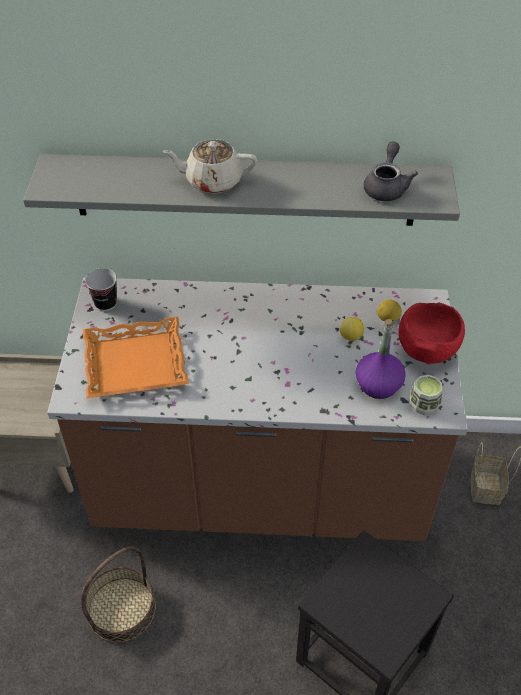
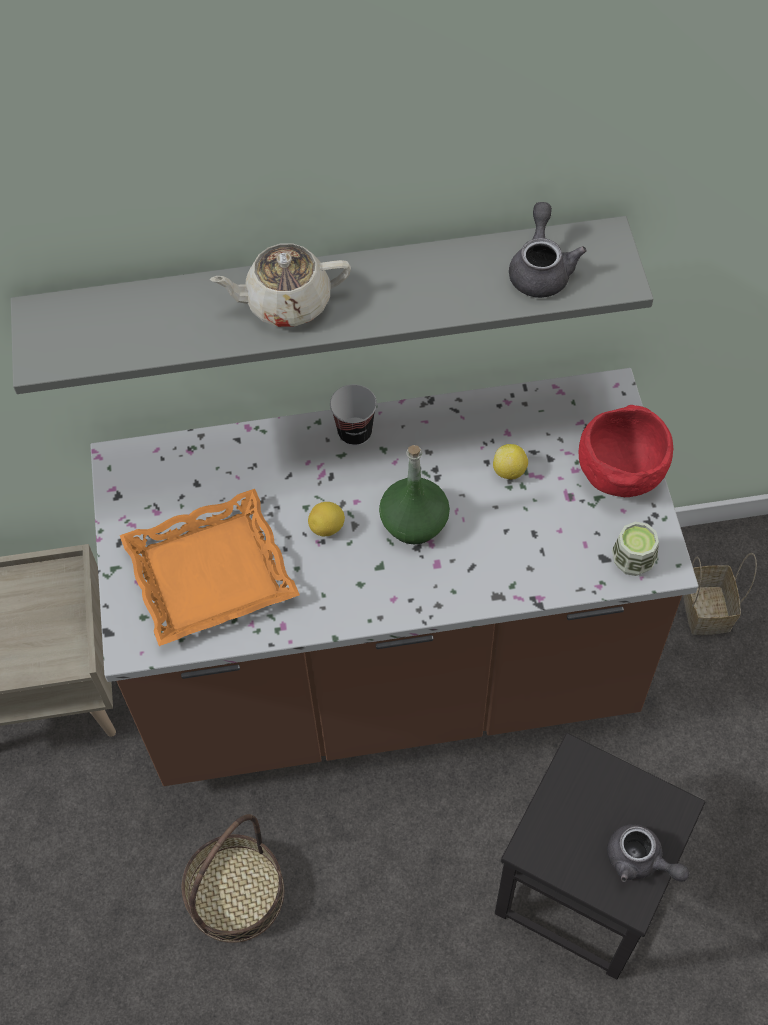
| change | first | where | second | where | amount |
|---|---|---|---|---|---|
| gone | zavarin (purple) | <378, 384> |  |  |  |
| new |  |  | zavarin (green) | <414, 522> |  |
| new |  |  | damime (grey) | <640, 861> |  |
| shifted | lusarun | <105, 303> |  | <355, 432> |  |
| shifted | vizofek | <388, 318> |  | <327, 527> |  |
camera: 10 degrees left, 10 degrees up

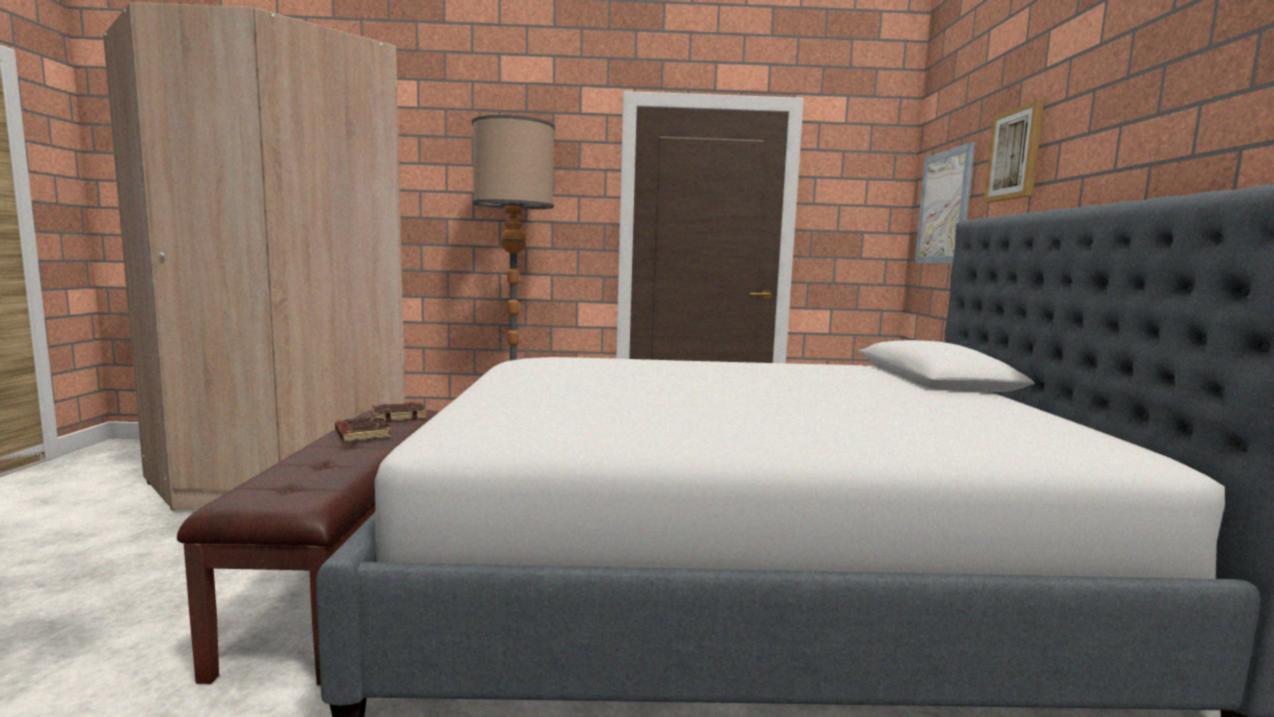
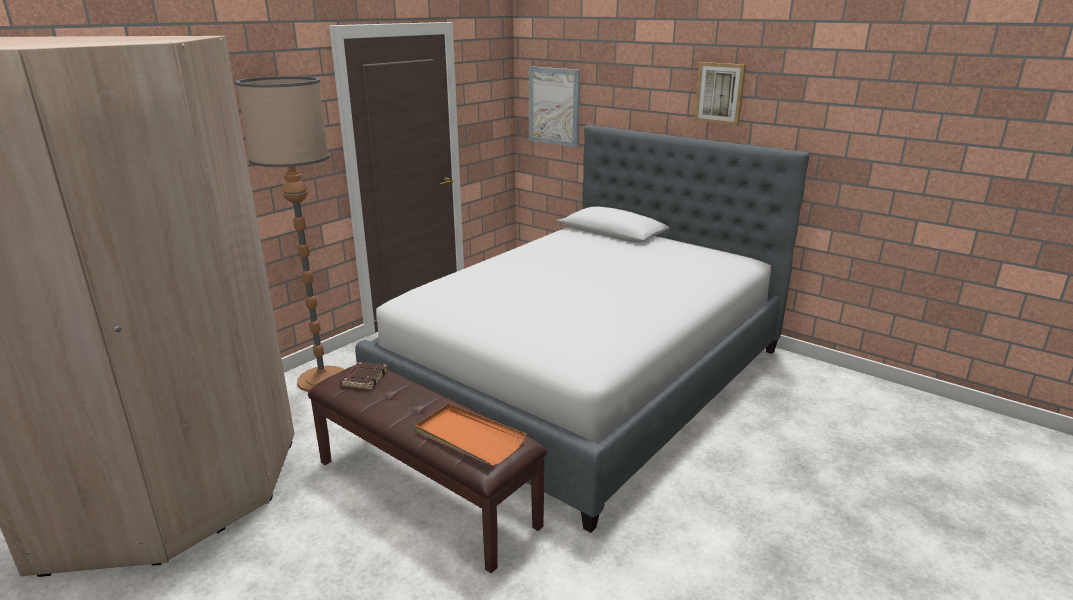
| change | first | where | second | where | amount |
|---|---|---|---|---|---|
| gone | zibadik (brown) | <361, 434> |  |  |  |
| new |  |  | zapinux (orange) | <469, 437> |  |
| shifted | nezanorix | <1015, 154> |  | <720, 93> |  |
camera: 50 degrees left, 15 degrees up

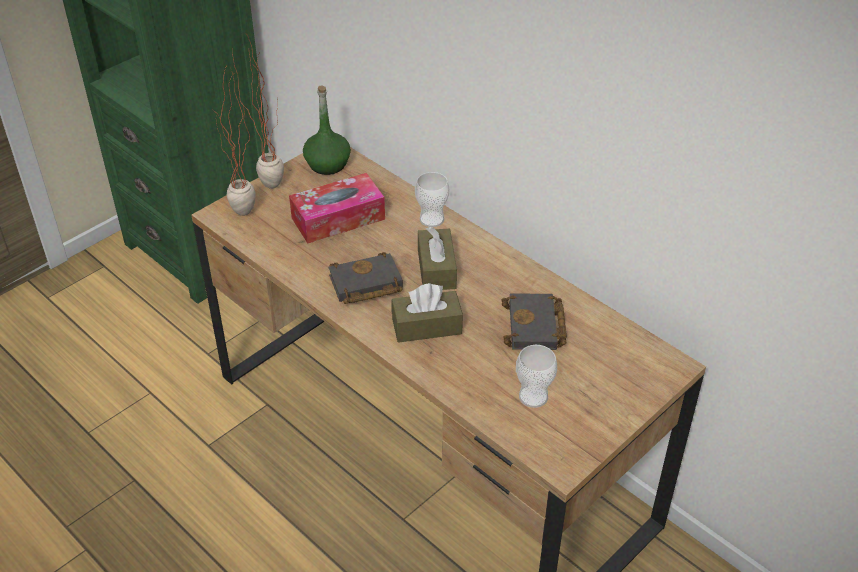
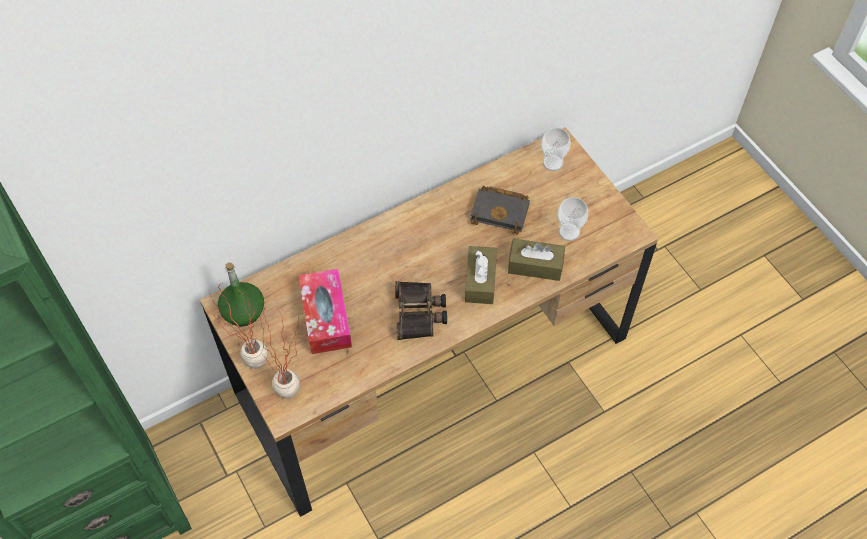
| change | first | where | second | where | amount |
|---|---|---|---|---|---|
| shifted | lusarun | <431, 219> |  | <552, 163> |  |
| shifted | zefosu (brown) | <436, 269> |  | <535, 265> |  |
| swapped | zibadik (black) | <364, 285> | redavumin | <419, 313> |  |
camera: 75 degrees left, 15 degrees up

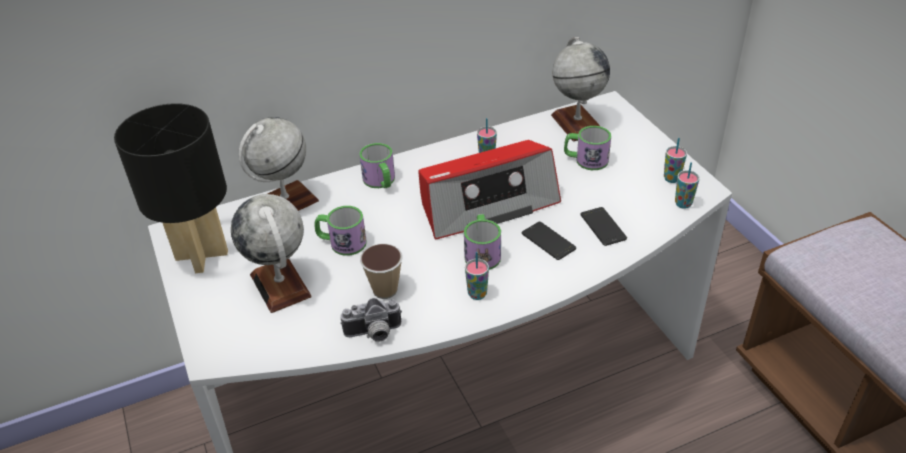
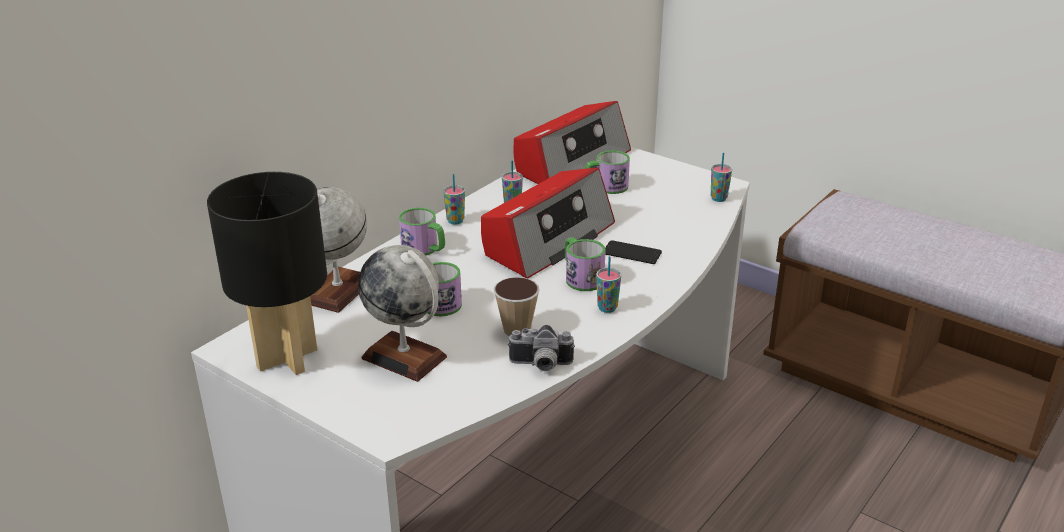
| change | first | where | second | where | amount |
|---|---|---|---|---|---|
| gone | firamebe | <603, 227> |  |  |  |
| shifted | lusarun | <671, 179> |  | <455, 221> |  |
| swapped | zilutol | <577, 124> | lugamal | <571, 163> |  |
| rotated | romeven | <374, 334> |  | <540, 365> | 45 degrees clockwise |
camera: 30 degrees left, 10 degrees down

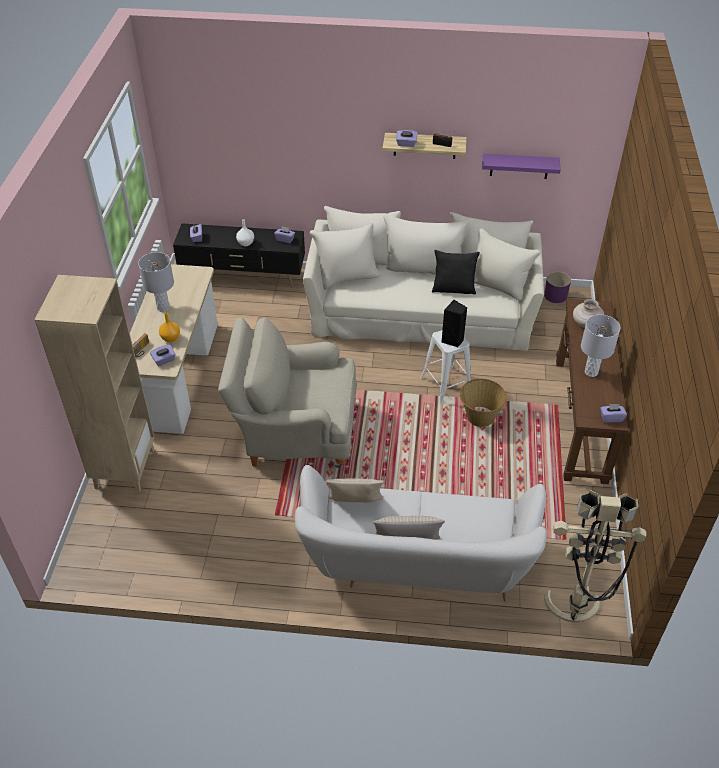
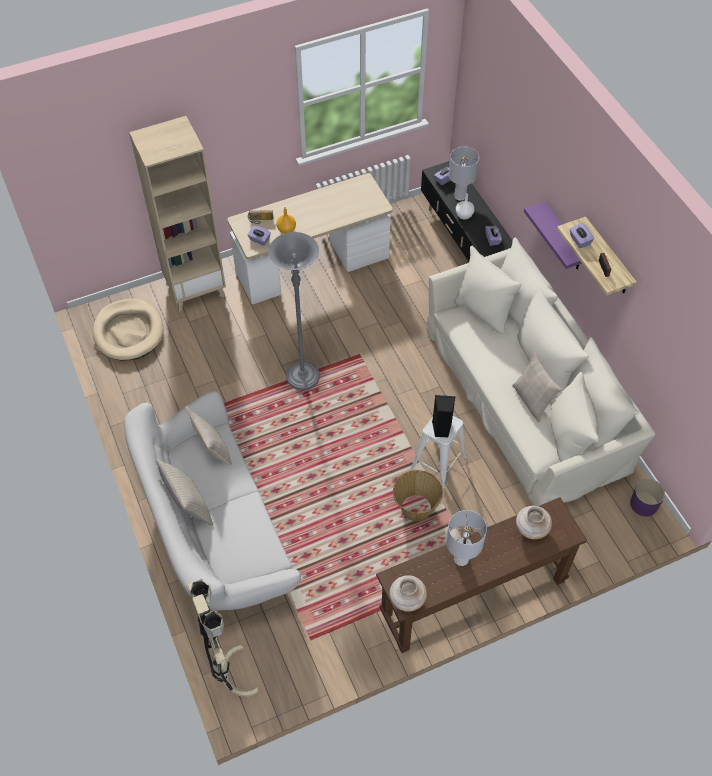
| change | first | where | second | where | amount |
|---|---|---|---|---|---|
| new |  |  | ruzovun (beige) | <128, 332> |  |
| shifted | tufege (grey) | <163, 308> |  | <459, 196> |  |
| shifted | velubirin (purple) | <519, 166> |  | <564, 238> |  |
| swapped | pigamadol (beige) | <294, 432> | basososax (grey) | <303, 377> |  |
| swapped | zefosu (purple) | <611, 418> | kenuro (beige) | <407, 599> |  |
| repainted | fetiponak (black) | <453, 288> | fetiponak (beige) | <532, 401> |  |
camera: 60 degrees right, 10 degrees up

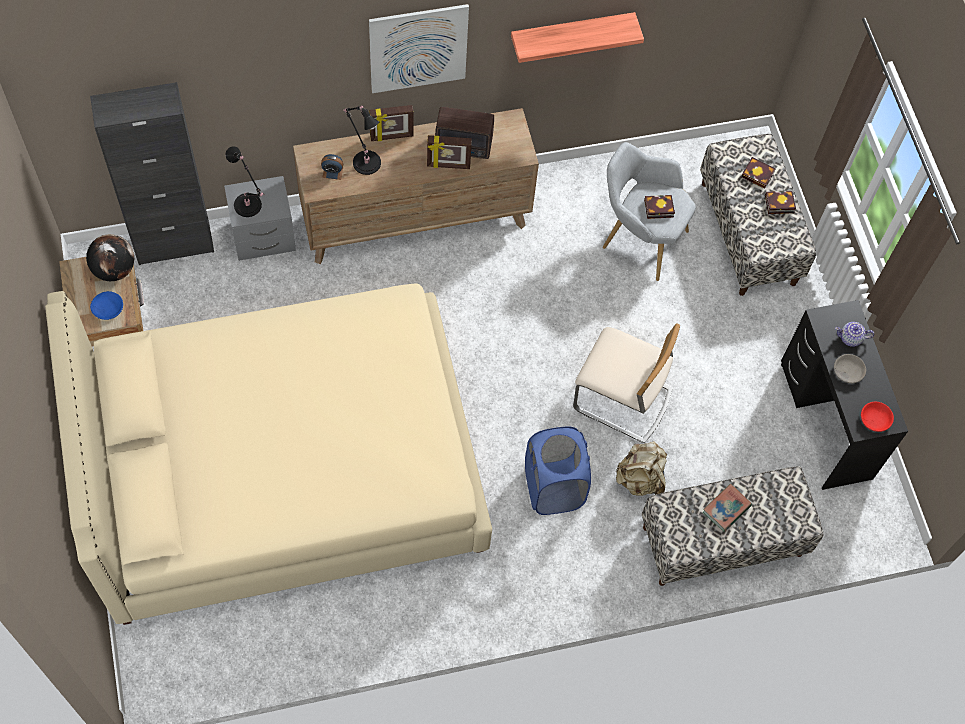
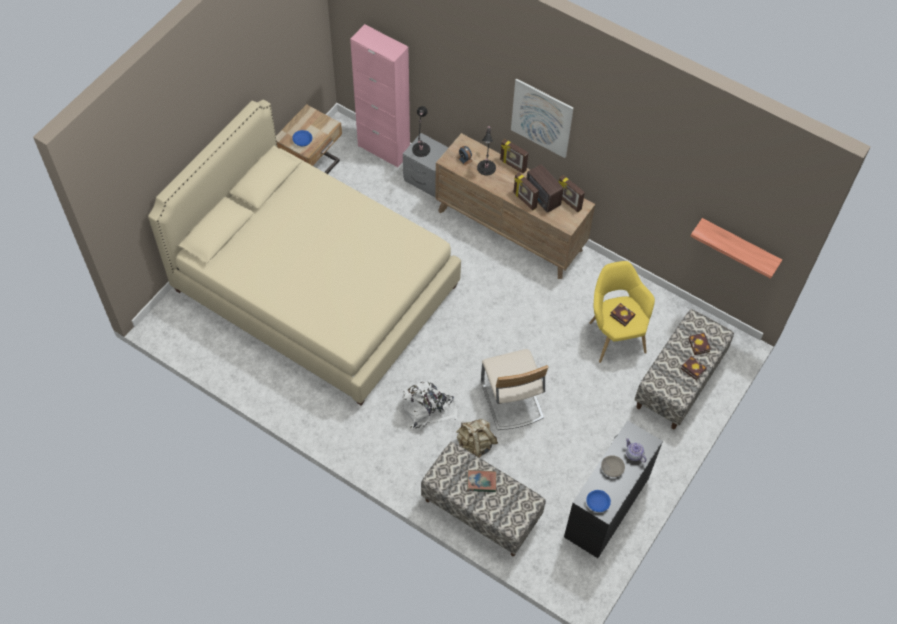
| change | first | where | second | where | amount |
|---|---|---|---|---|---|
| gone | zilutol | <114, 269> |  |  |  |
| new |  |  | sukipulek | <568, 203> |  |
| shifted | velubirin | <571, 33> |  | <739, 246> |  |
| swapped | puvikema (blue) | <553, 488> | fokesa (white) | <428, 409> |  |
| repainted | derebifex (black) | <174, 244> | derebifex (pink) | <384, 149> |  |
| repainted | pigamadol (grey) | <639, 238> | pigamadol (yellow) | <614, 334> |  |
| repainted | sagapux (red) | <874, 419> | sagapux (blue) | <597, 502> |  |
camera: 50 degrees right, 5 degrees down

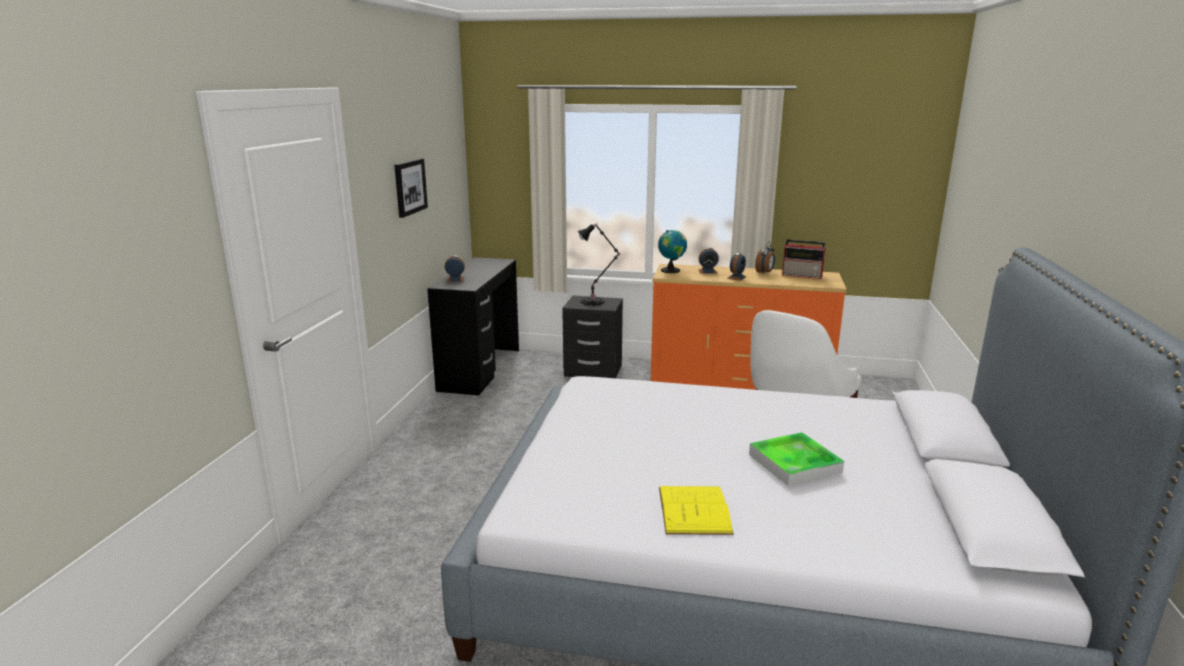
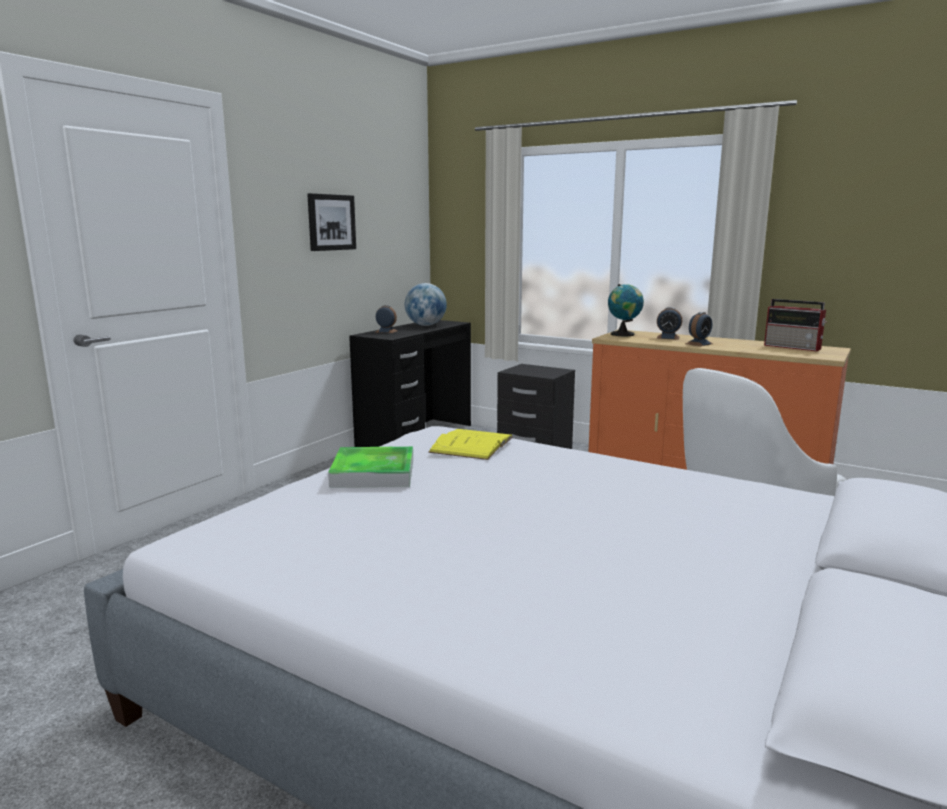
| change | first | where | second | where | amount |
|---|---|---|---|---|---|
| gone | tufege (black) | <595, 301> |  |  |  |
| gone | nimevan | <764, 273> |  |  |  |
| new |  |  | zilutol | <425, 325> |  |
| shifted | zibadik (yellow) | <694, 510> |  | <472, 444> |  |
| shifted | zapinux | <794, 463> |  | <373, 473> |  |
camera: 20 degrees right, 5 degrees down

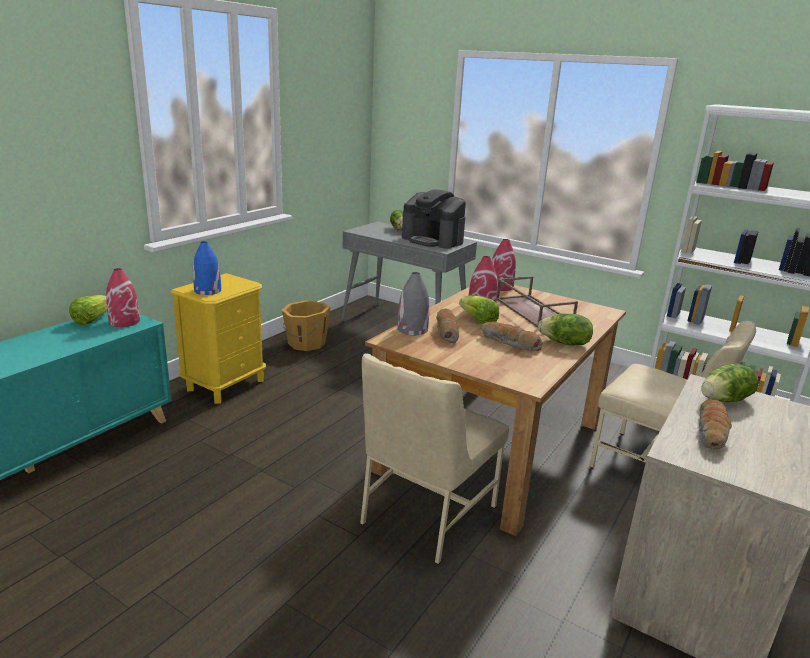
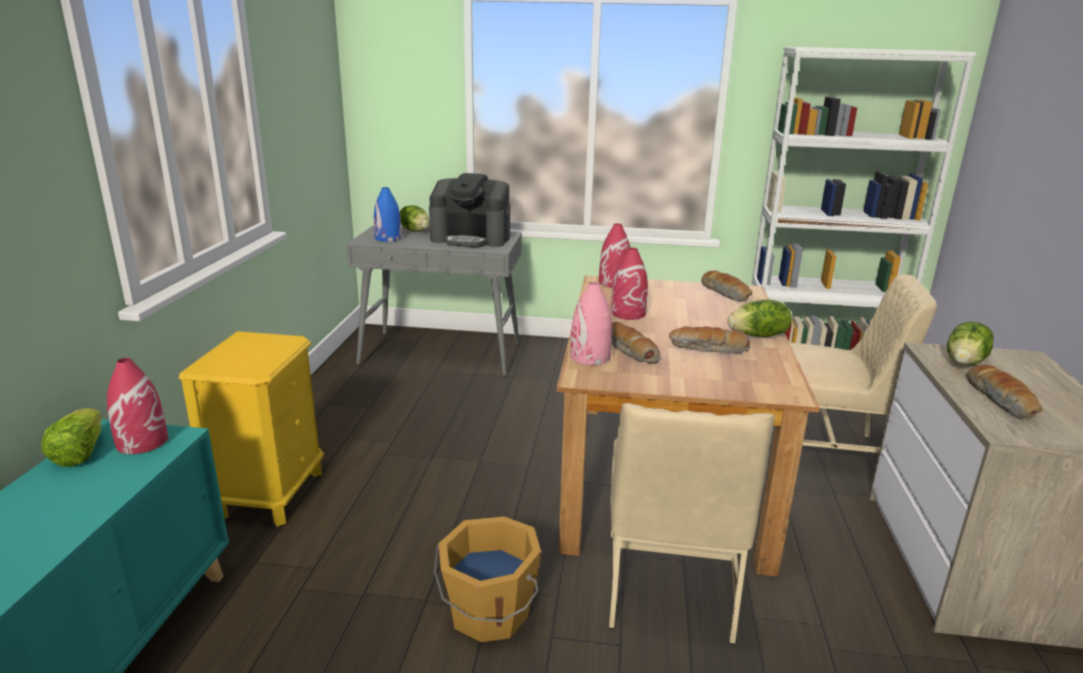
| change | first | where | second | where | amount |
|---|---|---|---|---|---|
| gone | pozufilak | <478, 321> |  |  |  |
| gone | zapinux (brown) | <532, 311> |  |  |  |
| new |  |  | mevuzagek | <726, 293> |  |
| shifted | kenuro (blue) | <207, 291> |  | <388, 238> |  |
| shifted | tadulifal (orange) | <305, 343> |  | <488, 614> |  |
| repainted | kenuro (grey) | <412, 329> | kenuro (pink) | <590, 357> |  |
camera: 25 degrees left, 0 degrees up

